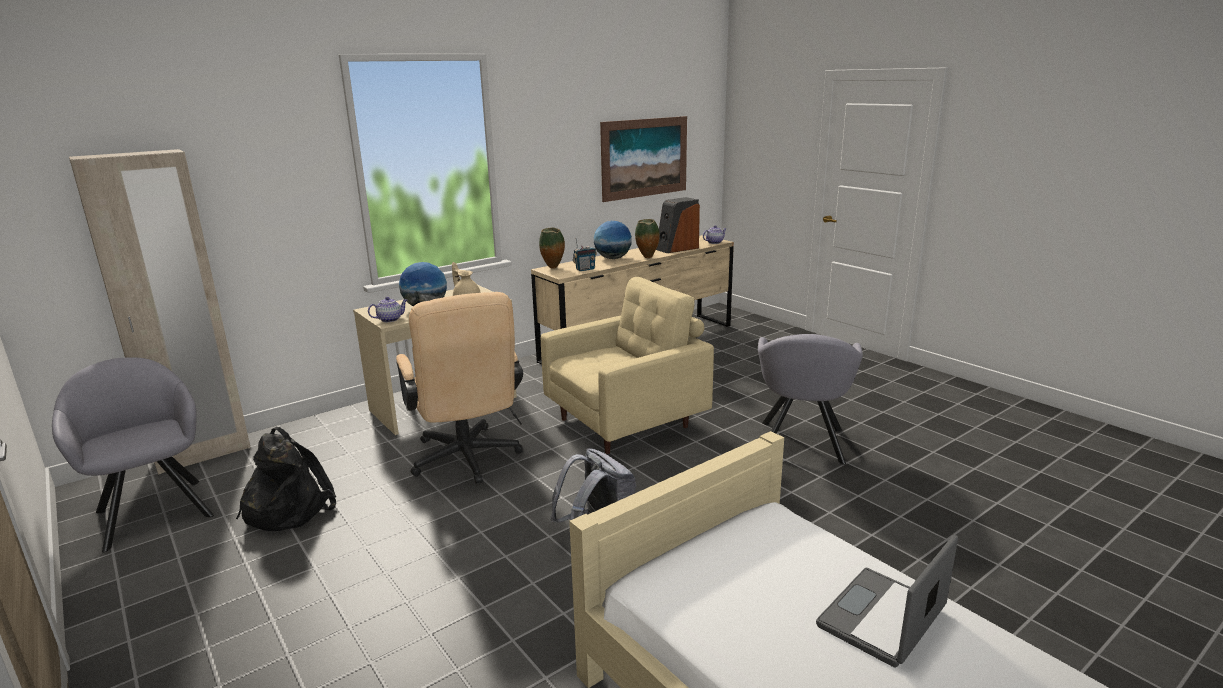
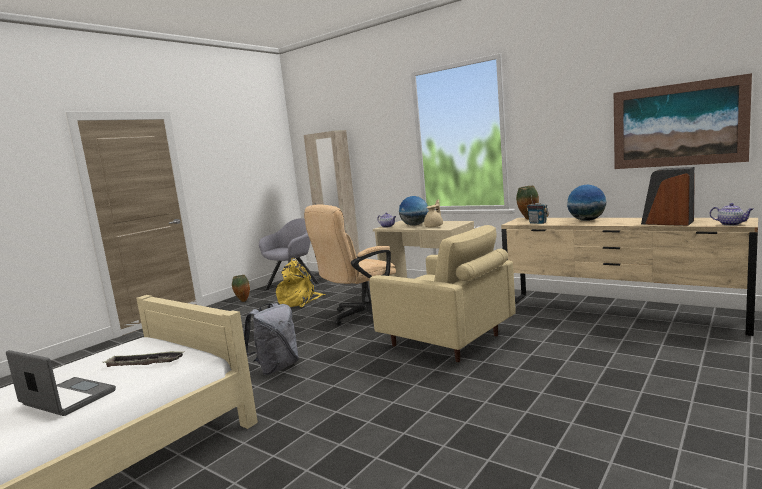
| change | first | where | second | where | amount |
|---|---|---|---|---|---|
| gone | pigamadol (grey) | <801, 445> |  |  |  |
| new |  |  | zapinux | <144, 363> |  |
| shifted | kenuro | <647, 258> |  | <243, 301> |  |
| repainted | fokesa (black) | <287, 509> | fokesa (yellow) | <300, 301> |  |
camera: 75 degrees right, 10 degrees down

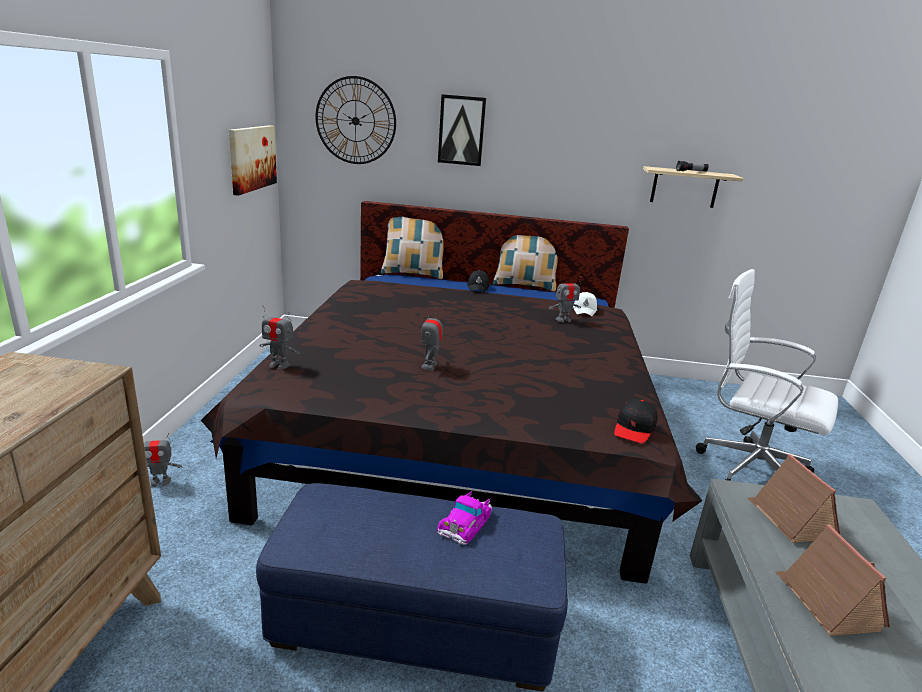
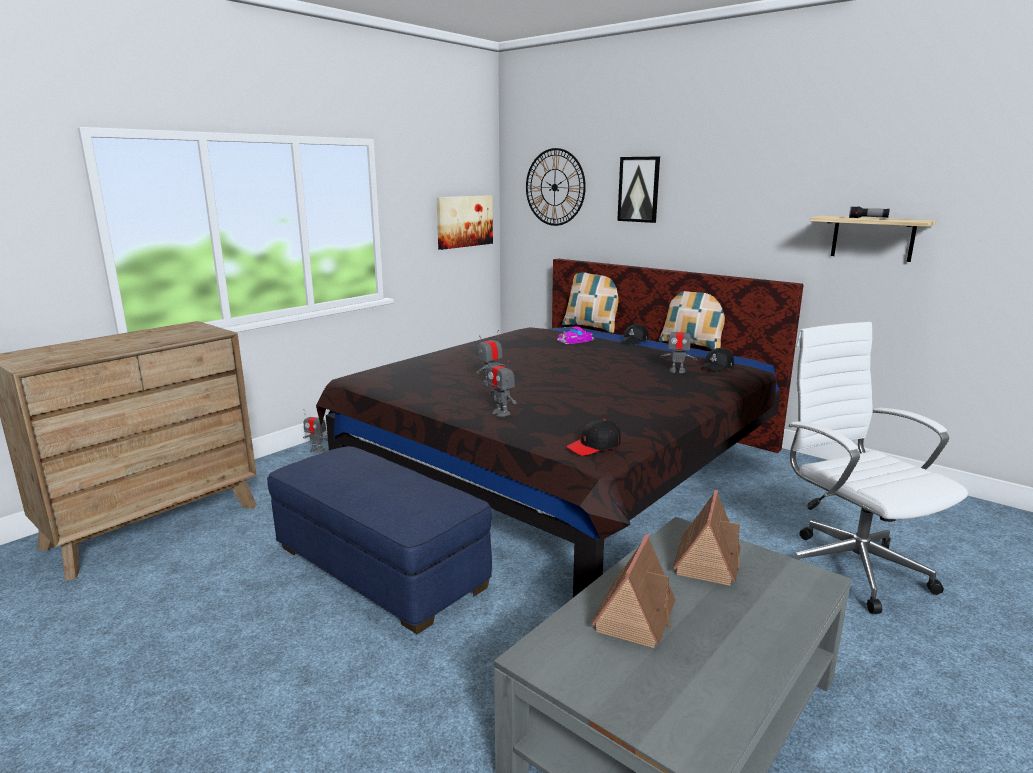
| change | first | where | second | where | amount |
|---|---|---|---|---|---|
| shifted | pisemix | <279, 365> |  | <501, 413> |  |
| shifted | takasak | <465, 522> |  | <575, 340> |  |
| repainted | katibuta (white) | <585, 310> | katibuta (black) | <718, 367> |  |
camera: 35 degrees right, 5 degrees down

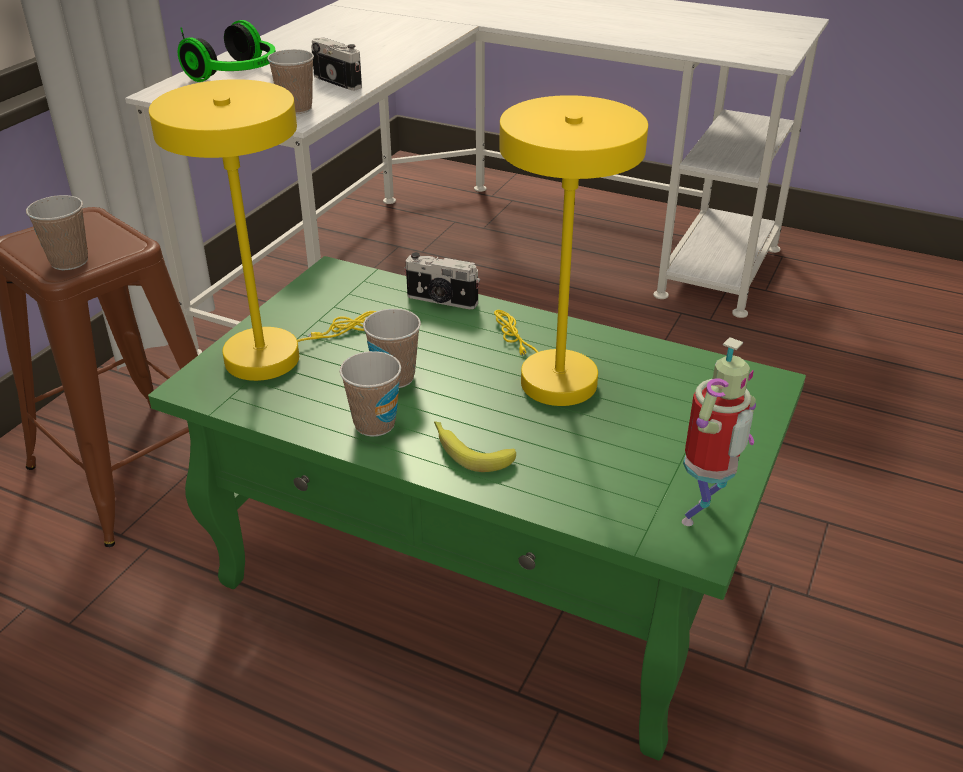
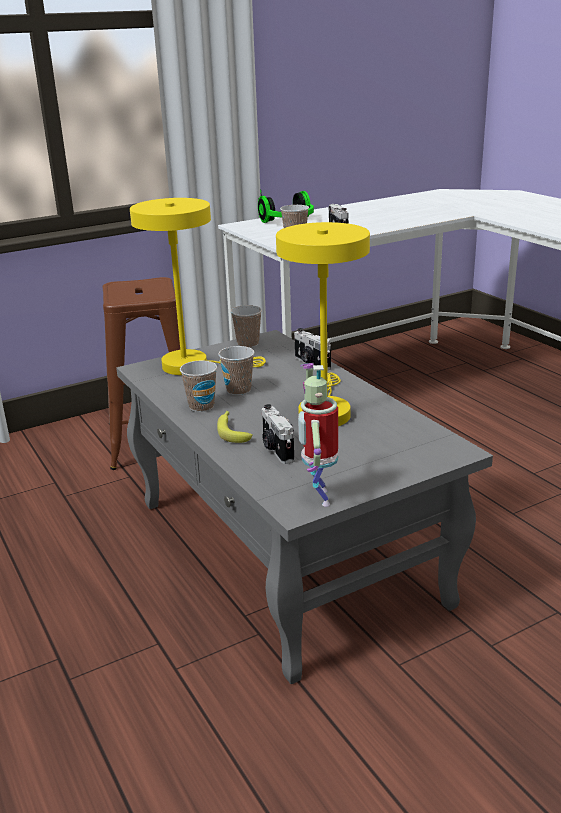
| change | first | where | second | where | amount |
|---|---|---|---|---|---|
| new |  |  | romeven | <276, 450> |  |
| shifted | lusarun | <69, 262> |  | <248, 344> |  |
| repainted | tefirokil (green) | <485, 574> | tefirokil (grey) | <287, 552> |  |
| rotated | pisemix | <702, 516> |  | <319, 497> | 105 degrees clockwise |
camera: 35 degrees right, 10 degrees down

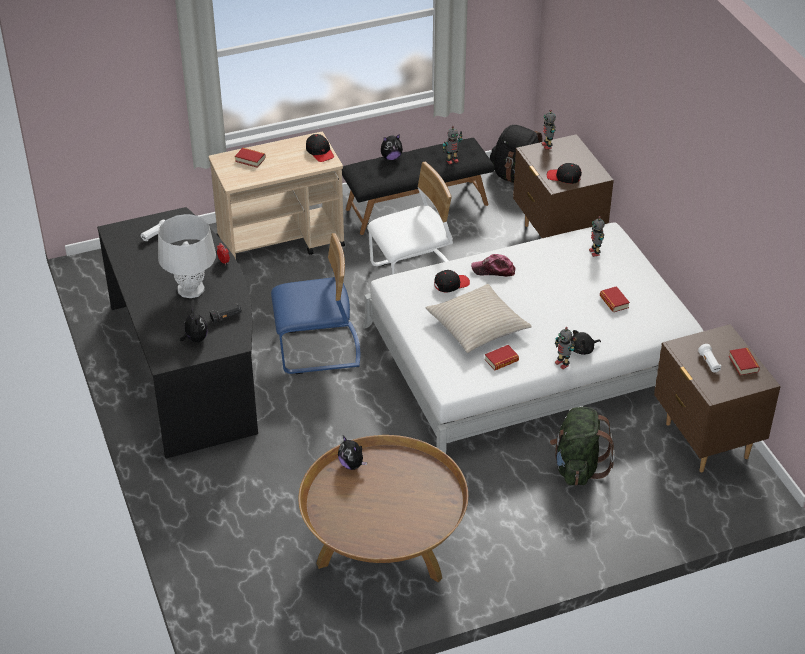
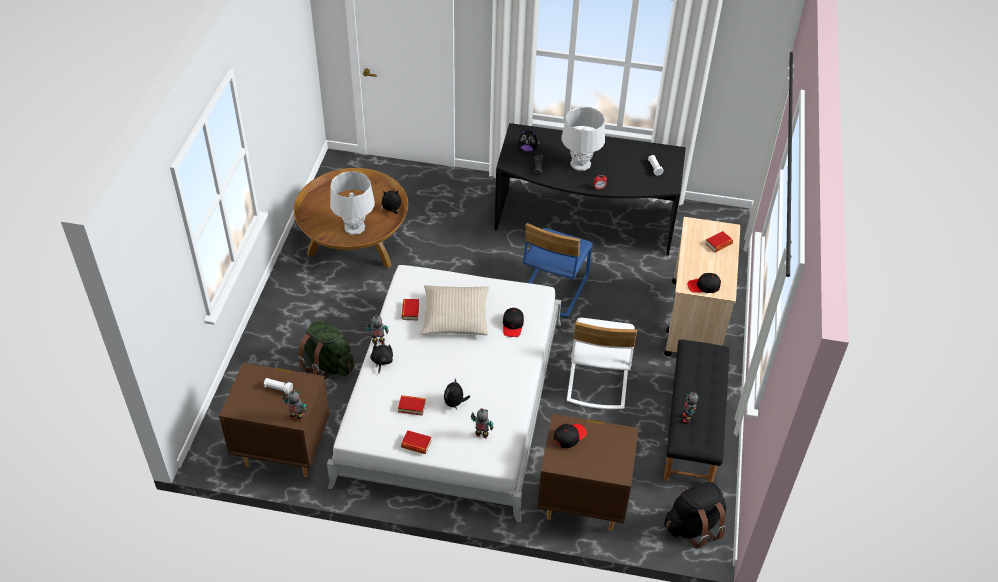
| change | first | where | second | where | amount |
|---|---|---|---|---|---|
| gone | katibuta | <493, 270> |  |  |  |
| new |  |  | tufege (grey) | <354, 227> |  |
| shifted | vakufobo | <391, 157> |  | <455, 403> |  |
| shifted | pisemix | <547, 146> |  | <297, 417> |  |
| shifted | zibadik | <743, 364> |  | <416, 444> |  |
camera: 120 degrees right, 5 degrees up

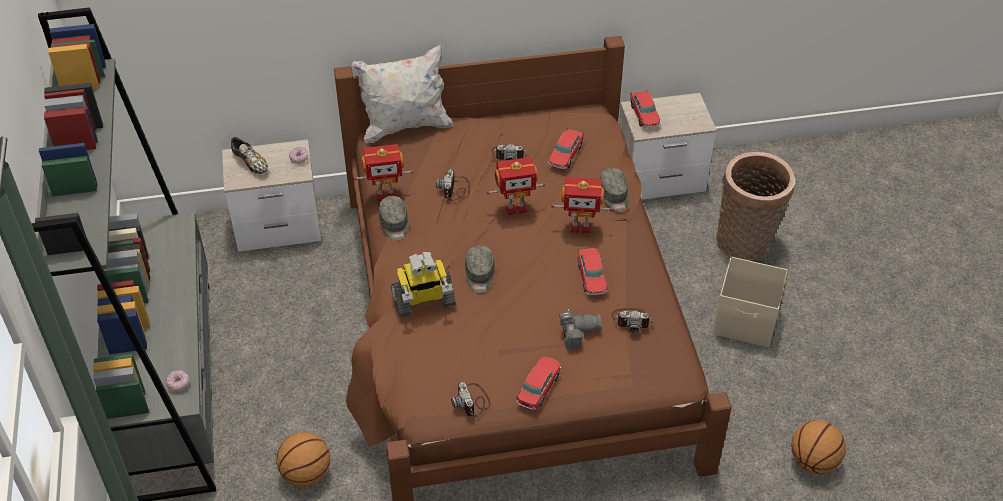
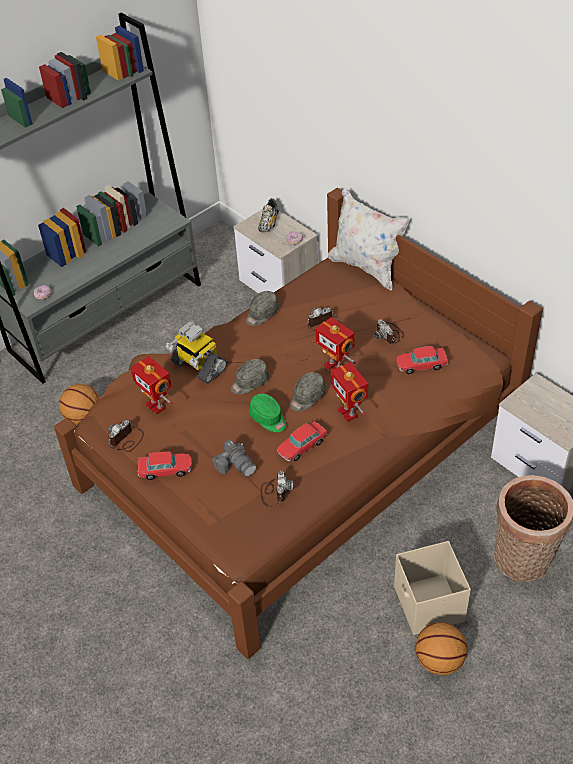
| change | first | where | second | where | amount |
|---|---|---|---|---|---|
| gone | takasak | <644, 115> |  |  |  |
| new |  |  | katibuta (green) | <268, 419> |  |
| shifted | pisemix | <385, 194> |  | <156, 406> |  |
| shifted | katibuta (grey) | <614, 196> |  | <307, 397> |  |
| shifted | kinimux | <813, 462> |  | <439, 661> |  |
| rotated | romeven | <631, 320> |  | <275, 492> | 150 degrees counterclockwise |
camera: 60 degrees right, 0 degrees up

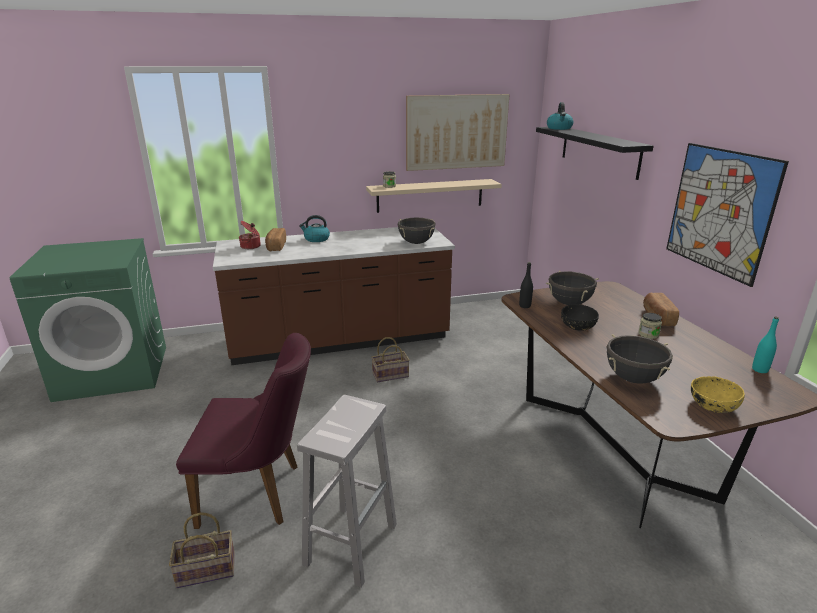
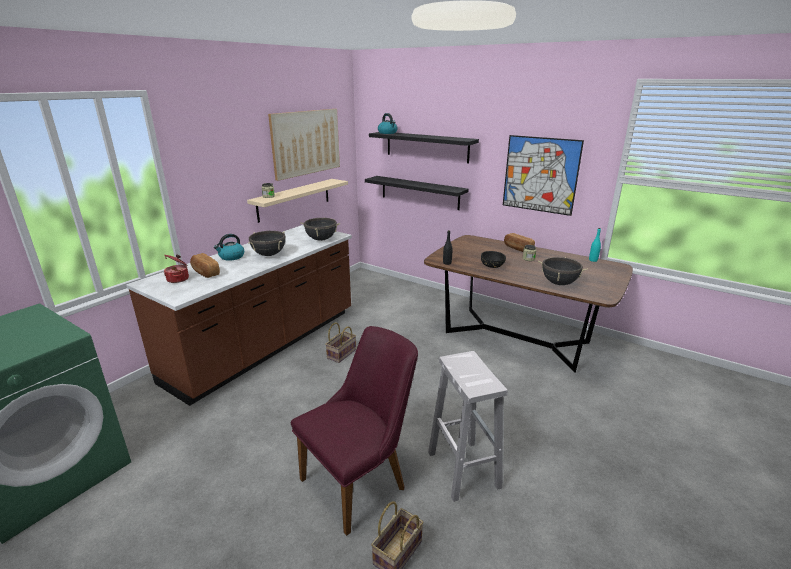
| change | first | where | second | where | amount |
|---|---|---|---|---|---|
| gone | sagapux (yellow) | <712, 405> |  |  |  |
| new |  |  | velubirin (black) | <419, 192> |  |
| shifted | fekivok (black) | <569, 303> |  | <269, 254> |  |
camera: 40 degrees left, 0 degrees up

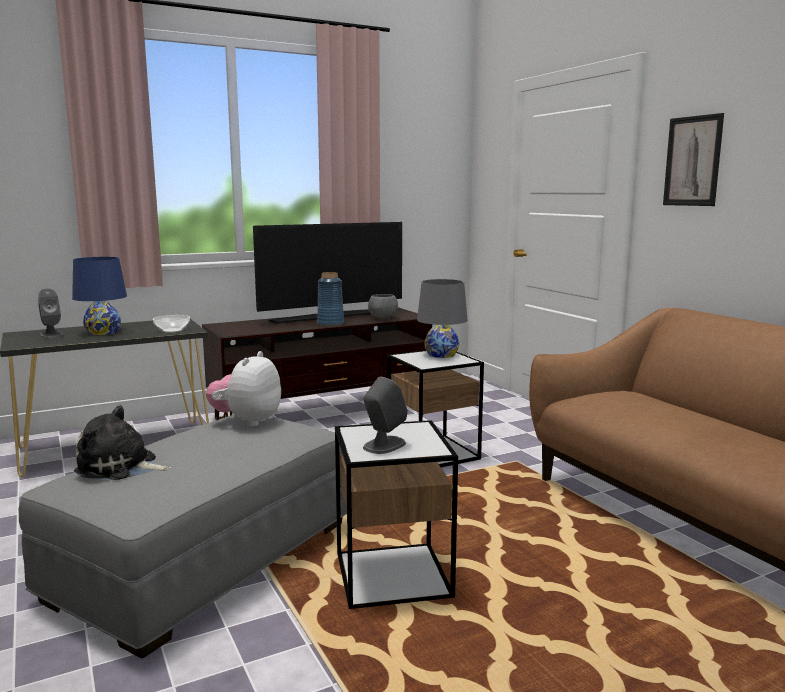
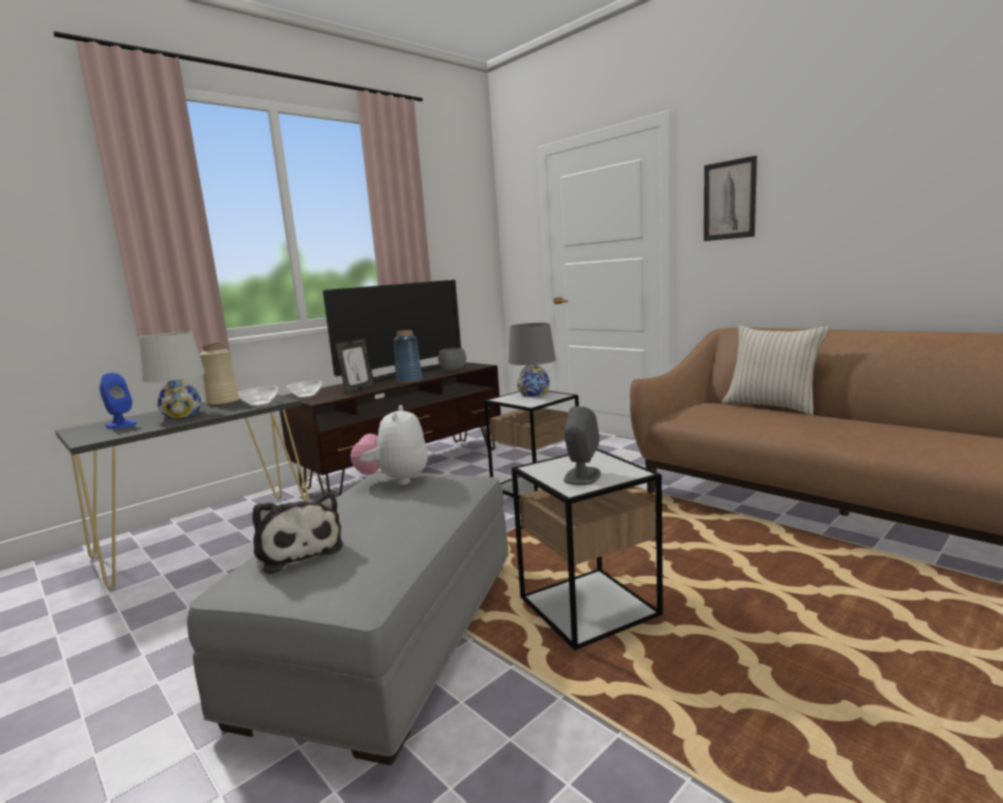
| change | first | where | second | where | amount |
|---|---|---|---|---|---|
| new |  |  | kenuro (beige) | <223, 402> |  |
| new |  |  | sagapux | <305, 395> |  |
| new |  |  | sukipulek | <358, 390> |  |
| new |  |  | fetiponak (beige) | <771, 406> |  |
| repainted | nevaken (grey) | <51, 335> | nevaken (blue) | <121, 424> |  |
| repainted | tufege (blue) | <103, 332> | tufege (white) | <181, 415> |  |
| rotated | vakufobo | <120, 467> |  | <298, 550> | 120 degrees counterclockwise |
camera: 15 degrees left, 0 degrees up

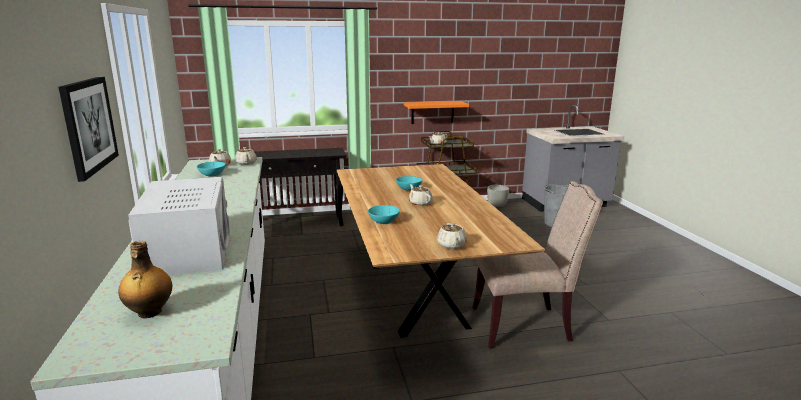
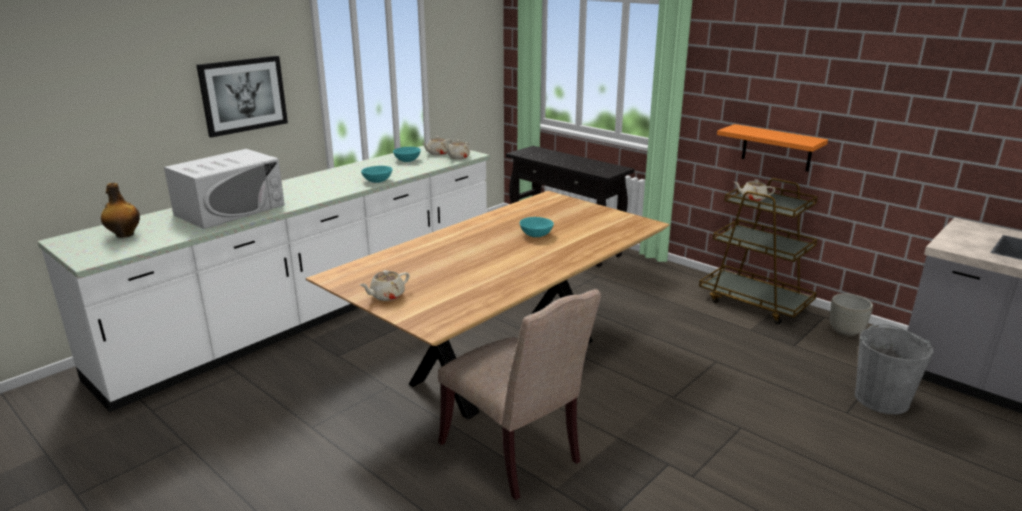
| change | first | where | second | where | amount |
|---|---|---|---|---|---|
| gone | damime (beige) | <420, 203> |  |  |  |
| shifted | sagapux (turquoise) | <384, 221> |  | <378, 180> |  |
camera: 55 degrees right, 5 degrees up

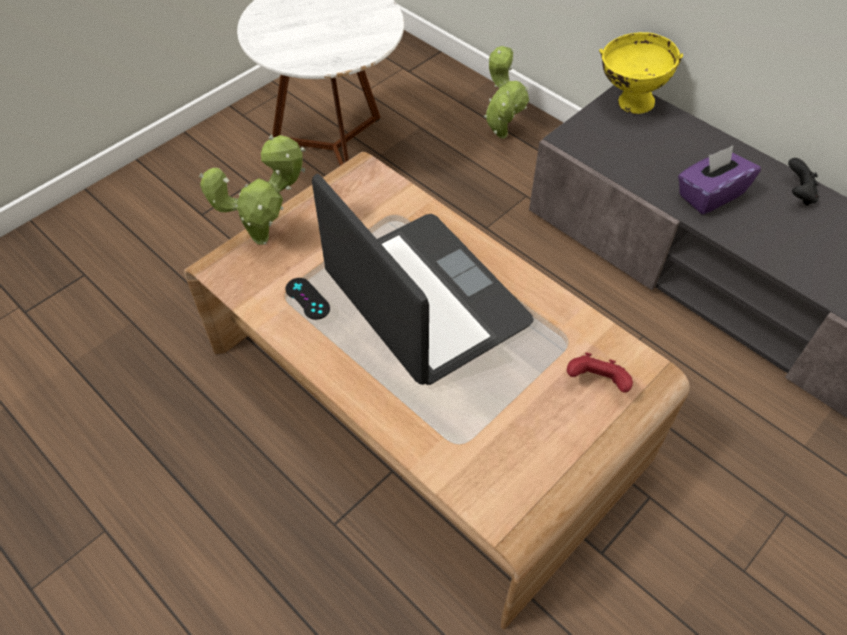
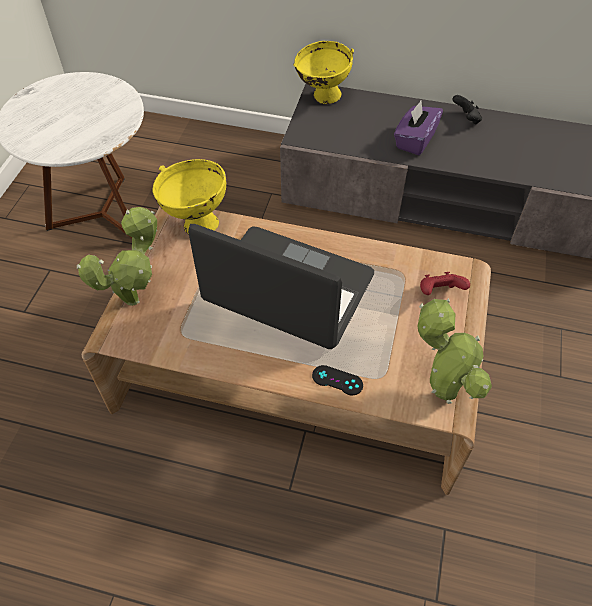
| change | first | where | second | where | amount |
|---|---|---|---|---|---|
| new |  |  | sagapux (yellow) | <195, 222> |  |
| shifted | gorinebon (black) | <307, 298> |  | <337, 380> |  |
| shifted | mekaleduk | <500, 132> |  | <441, 390> |  |
camera: 30 degrees left, 0 degrees up

